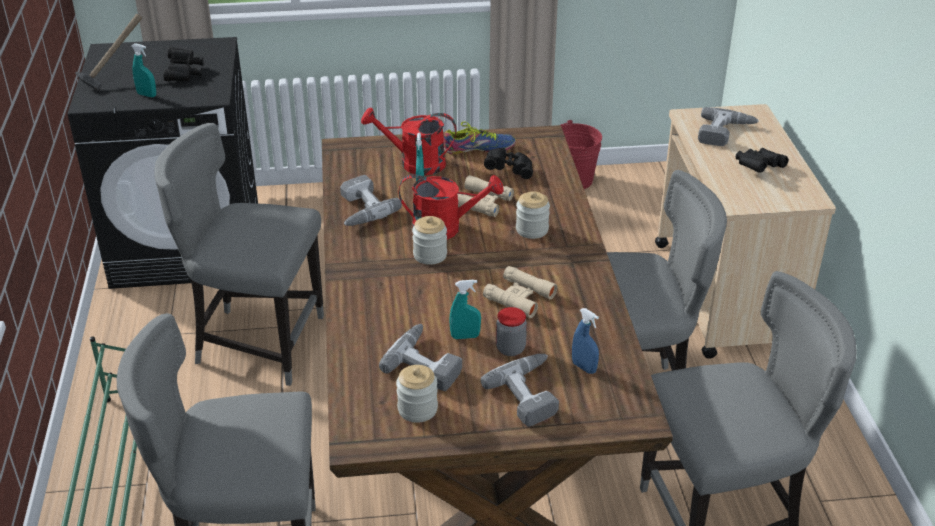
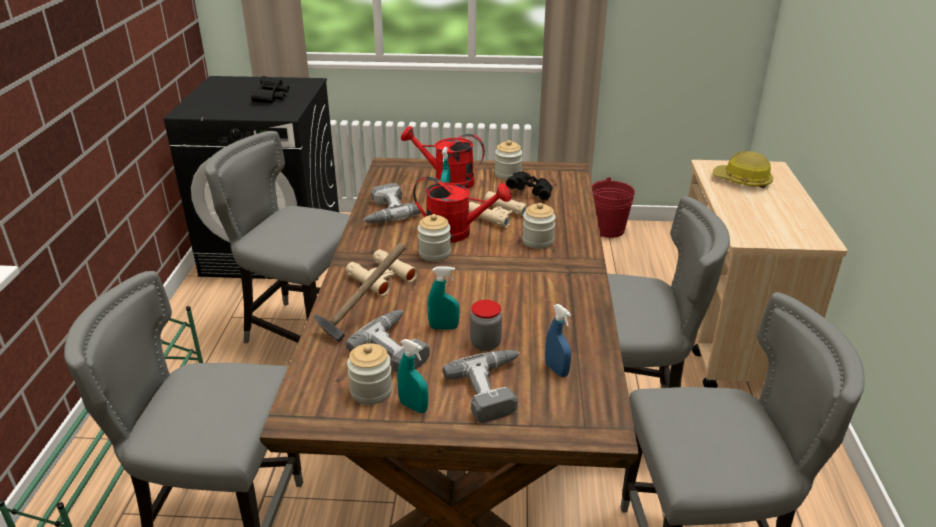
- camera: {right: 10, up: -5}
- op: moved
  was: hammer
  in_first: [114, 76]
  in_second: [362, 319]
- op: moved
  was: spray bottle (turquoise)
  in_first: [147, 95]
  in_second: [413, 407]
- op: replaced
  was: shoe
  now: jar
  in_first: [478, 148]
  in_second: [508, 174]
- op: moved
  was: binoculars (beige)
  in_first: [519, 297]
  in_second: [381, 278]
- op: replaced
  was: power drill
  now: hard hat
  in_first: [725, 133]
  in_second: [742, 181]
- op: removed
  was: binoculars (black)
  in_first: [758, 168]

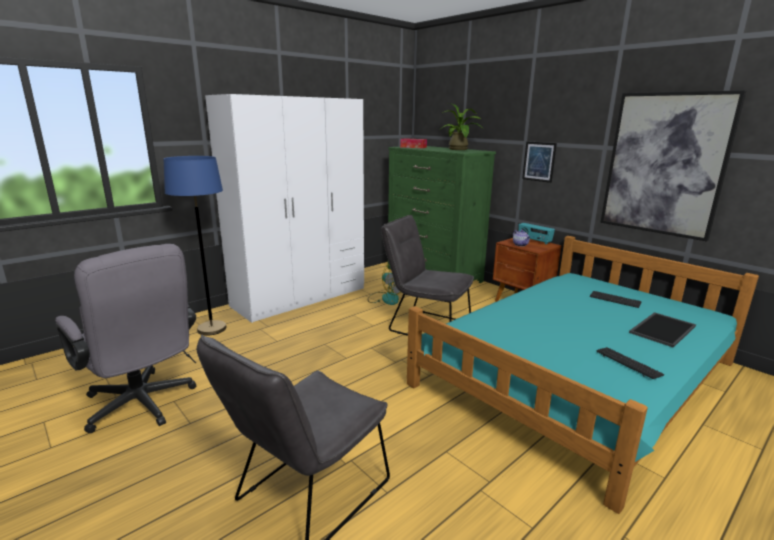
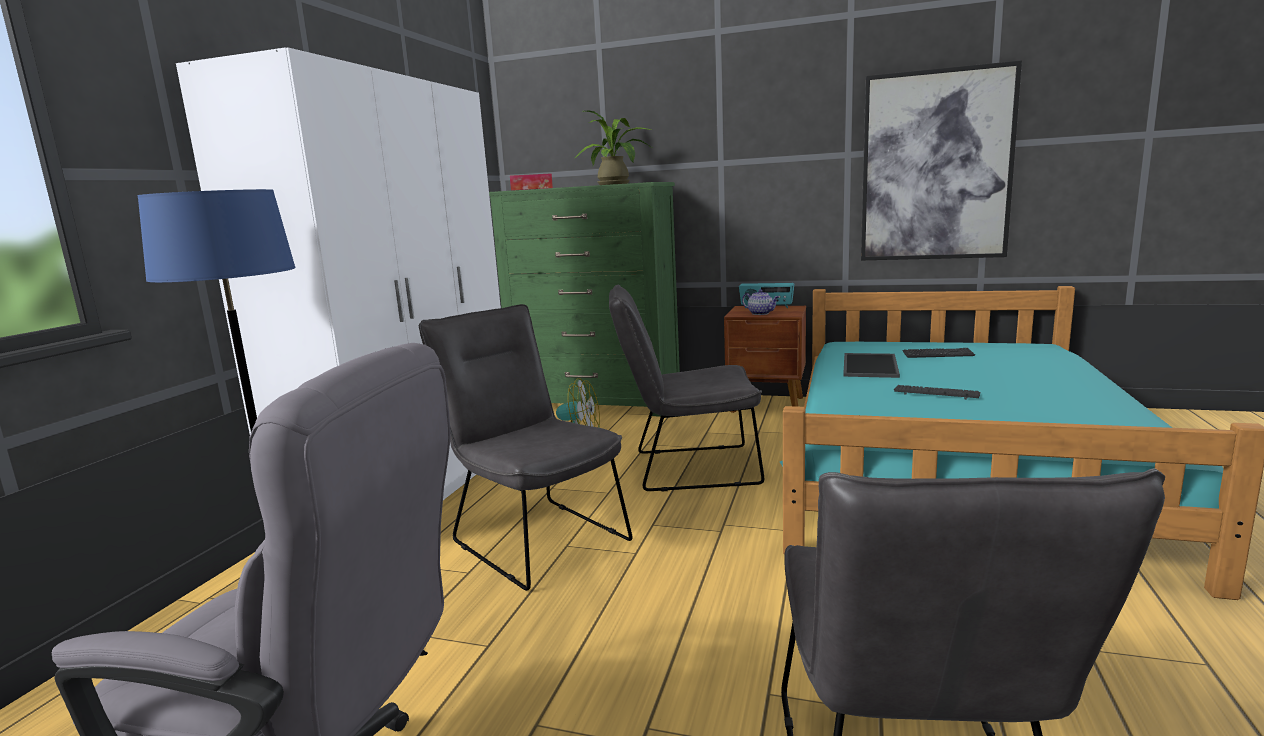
- camera: {right: -30, up: -5}
- op: removed
  was: picture
  in_first: [539, 161]
- op: moved
  was: keyboard
  in_first: [628, 364]
  in_second: [936, 393]
- op: moved
  was: tray
  in_first: [661, 329]
  in_second: [868, 365]
- op: added
  now: chair (grey)
  in_second: [533, 537]

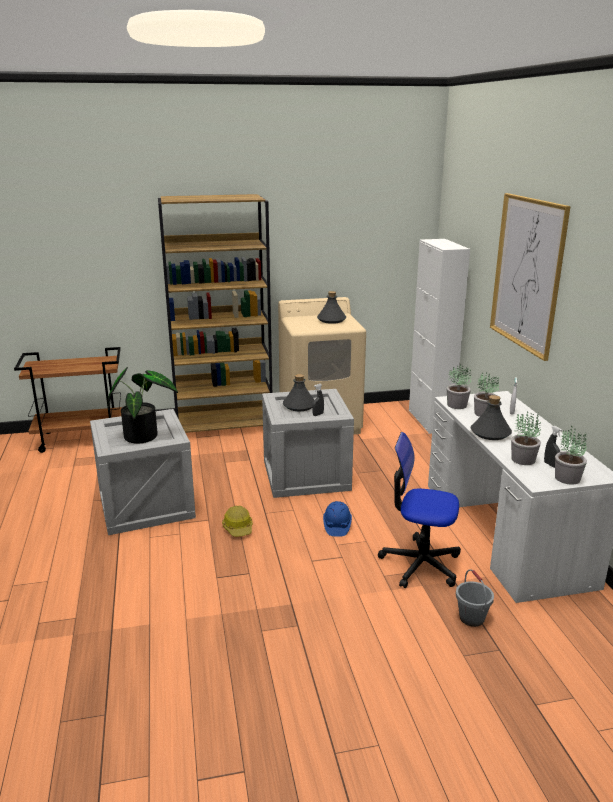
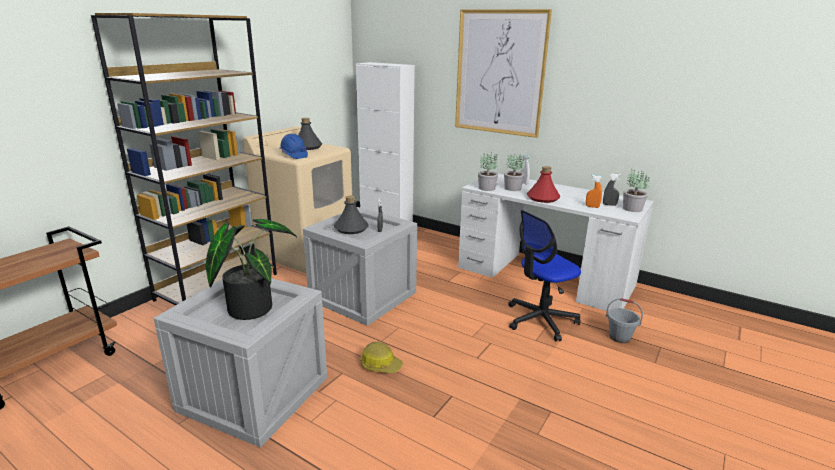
- camera: {right: -45, up: 0}
- op: moved
  was: hard hat (blue)
  in_first: [337, 526]
  in_second: [293, 155]
- op: recoloured
  was: bottle (grey)
  now: bottle (red)
  in_first: [490, 433]
  in_second: [542, 198]
- op: replaced
  was: potted plant
  now: spray bottle (orange)
  in_first: [523, 459]
  in_second: [592, 207]

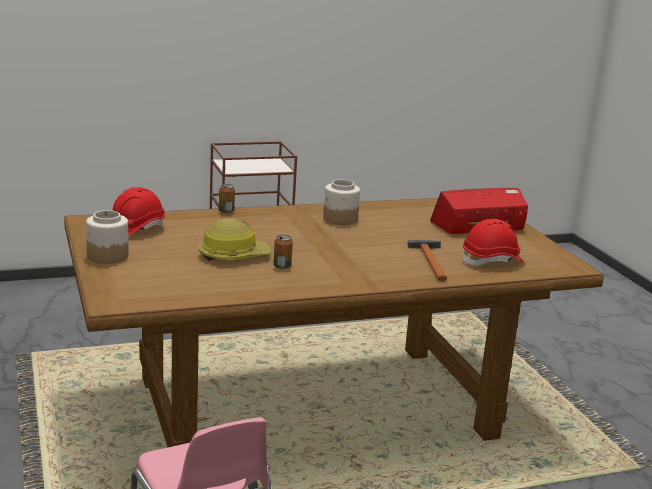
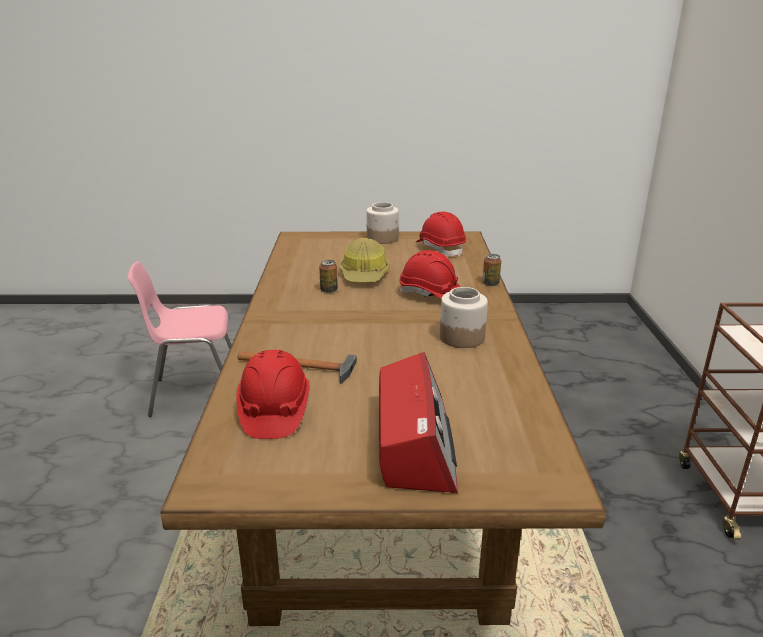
- camera: {right: 110, up: 5}
- op: added
  now: hard hat (red)
  in_second: [431, 295]

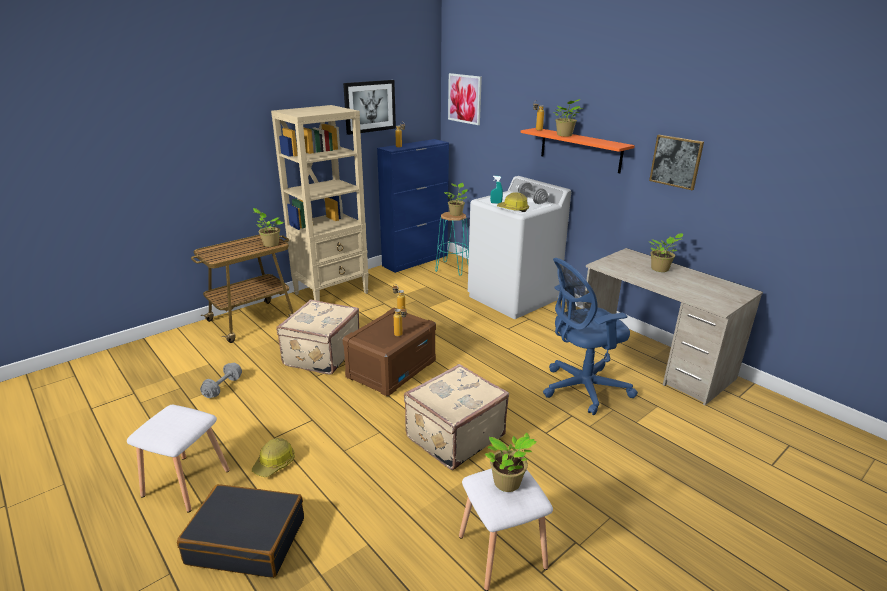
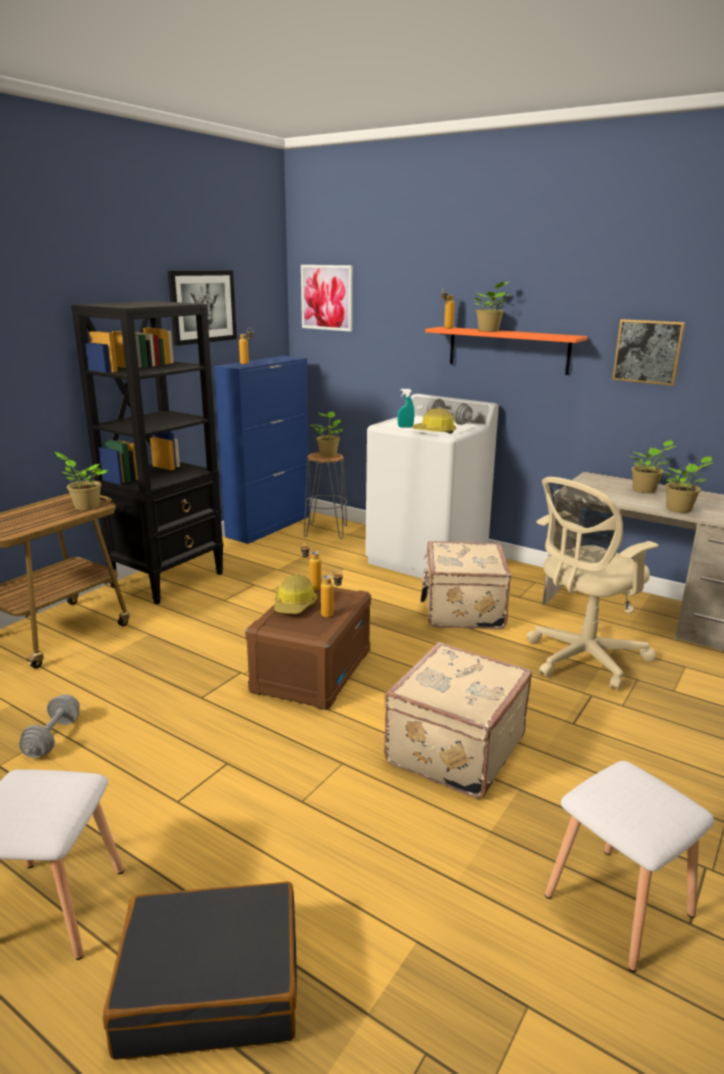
- camera: {right: -15, up: -5}
- op: moved
  was: hard hat
  in_first: [275, 463]
  in_second: [295, 605]
- op: recoloured
  was: bookcase (beige)
  now: bookcase (black)
  in_first: [332, 293]
  in_second: [169, 579]
- op: moved
  was: suitcase (beige)
  in_first: [321, 355]
  in_second: [461, 610]
- op: recoloured
  was: stool (turquoise)
  now: stool (grey)
  in_first: [452, 268]
  in_second: [326, 531]
- op: moved
  was: potted plant
  in_first: [508, 484]
  in_second: [680, 510]
- op: recoloured
  was: office chair (blue)
  now: office chair (beige)
  in_first: [581, 389]
  in_second: [581, 659]

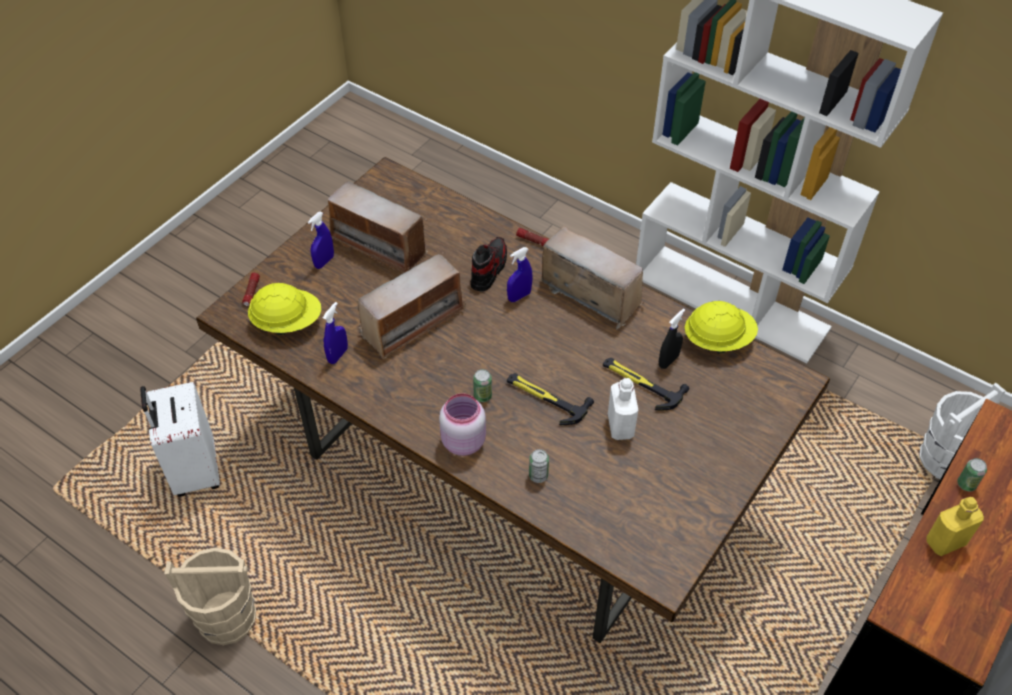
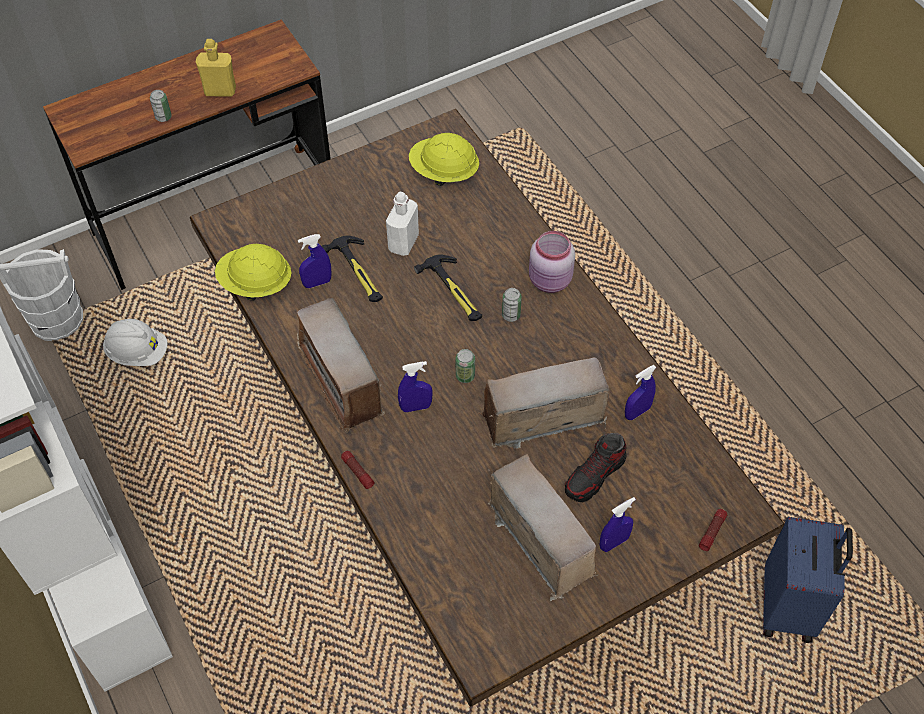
- camera: {right: -155, up: 5}
- op: recoloured
  was: suitcase (white)
  now: suitcase (blue)
  in_first: [194, 471]
  in_second: [789, 607]
- op: removed
  was: bucket (beige)
  in_first: [226, 617]
- op: moved
  was: hard hat (yellow)
  in_first: [287, 322]
  in_second: [443, 173]
- op: moved
  was: shoe
  in_first: [488, 269]
  in_second: [595, 475]
- op: moved
  was: can
  in_first: [538, 476]
  in_second: [465, 376]
- op: recoloured
  was: spray bottle (black)
  now: spray bottle (blue)
  in_first: [668, 361]
  in_second: [317, 283]
- op: added
  now: hard hat (white)
  in_second: [138, 353]

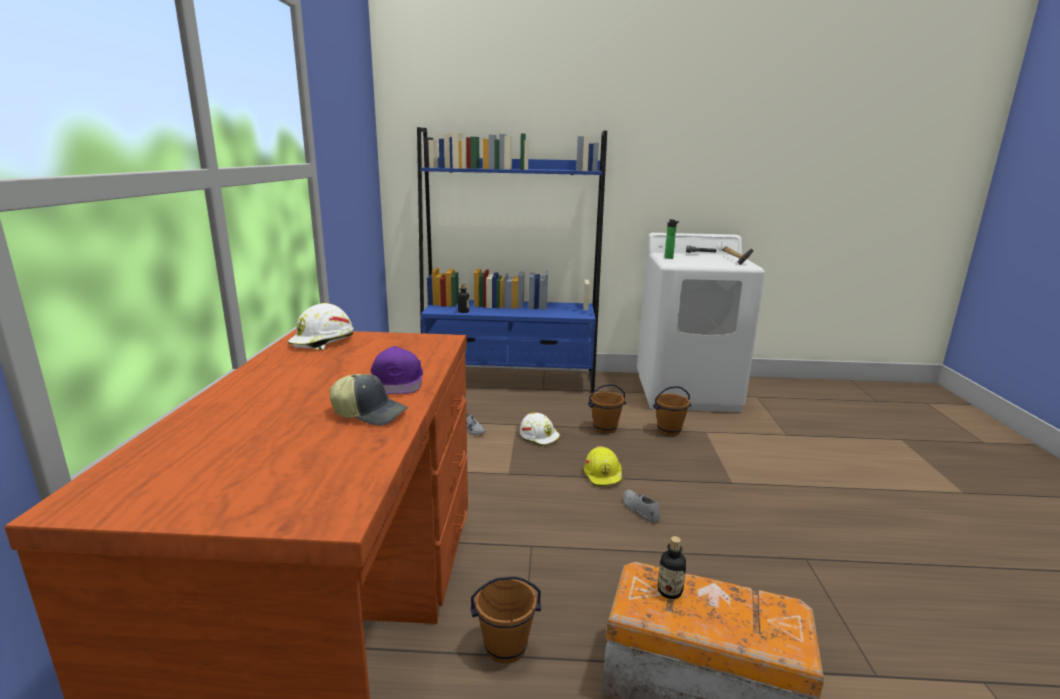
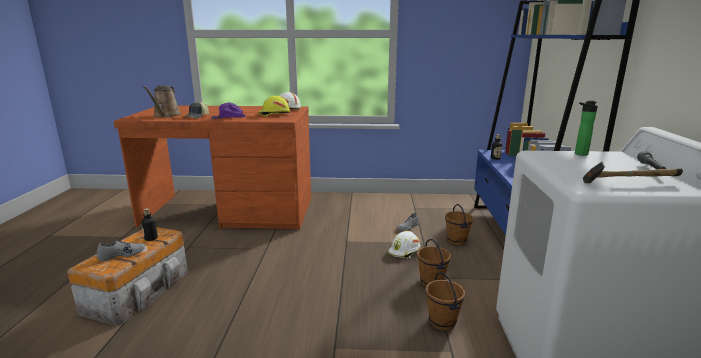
- camera: {right: 90, up: 0}
- op: moved
  was: bucket (brown)
  in_first: [505, 646]
  in_second: [457, 241]
- op: moved
  was: hard hat (yellow)
  in_first: [603, 475]
  in_second: [274, 114]
- op: moved
  was: shoe (grey)
  in_first: [640, 509]
  in_second: [122, 254]
- op: added
  now: watering can (brown)
  in_second: [166, 115]

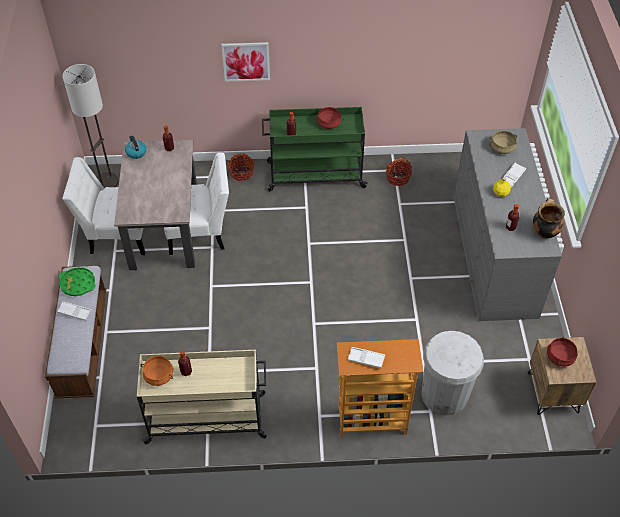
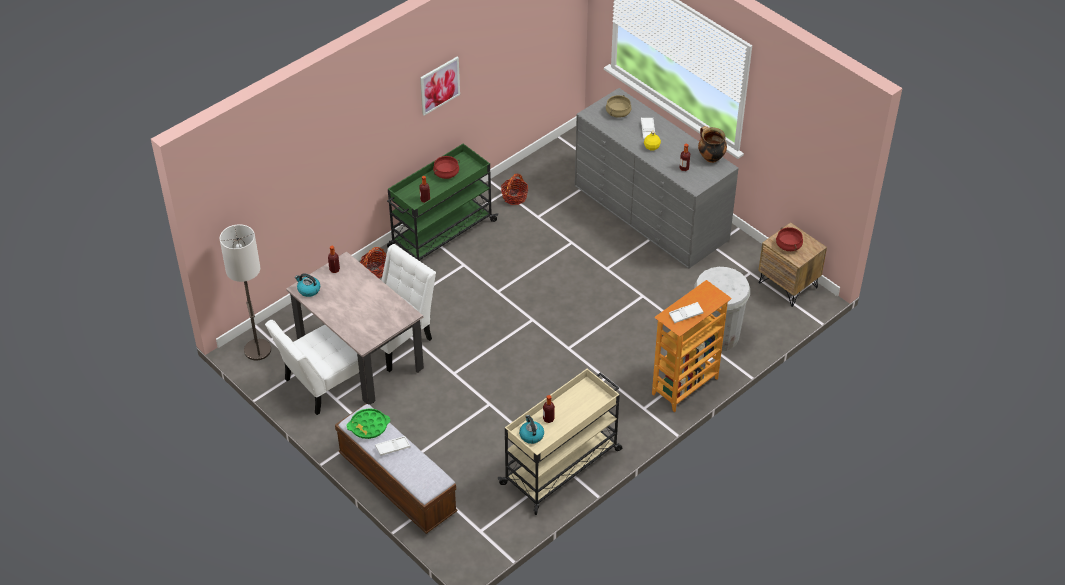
- camera: {right: -40, up: -5}
- op: replaced
  was: cooking pot (orange)
  now: kettle
  in_first: [158, 376]
  in_second: [531, 435]
- op: moved
  was: picture
  in_first: [246, 61]
  in_second: [439, 85]

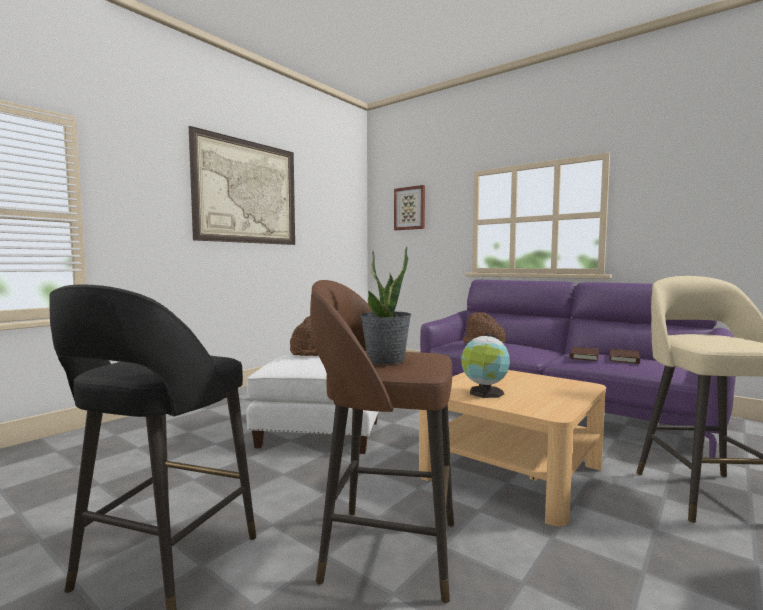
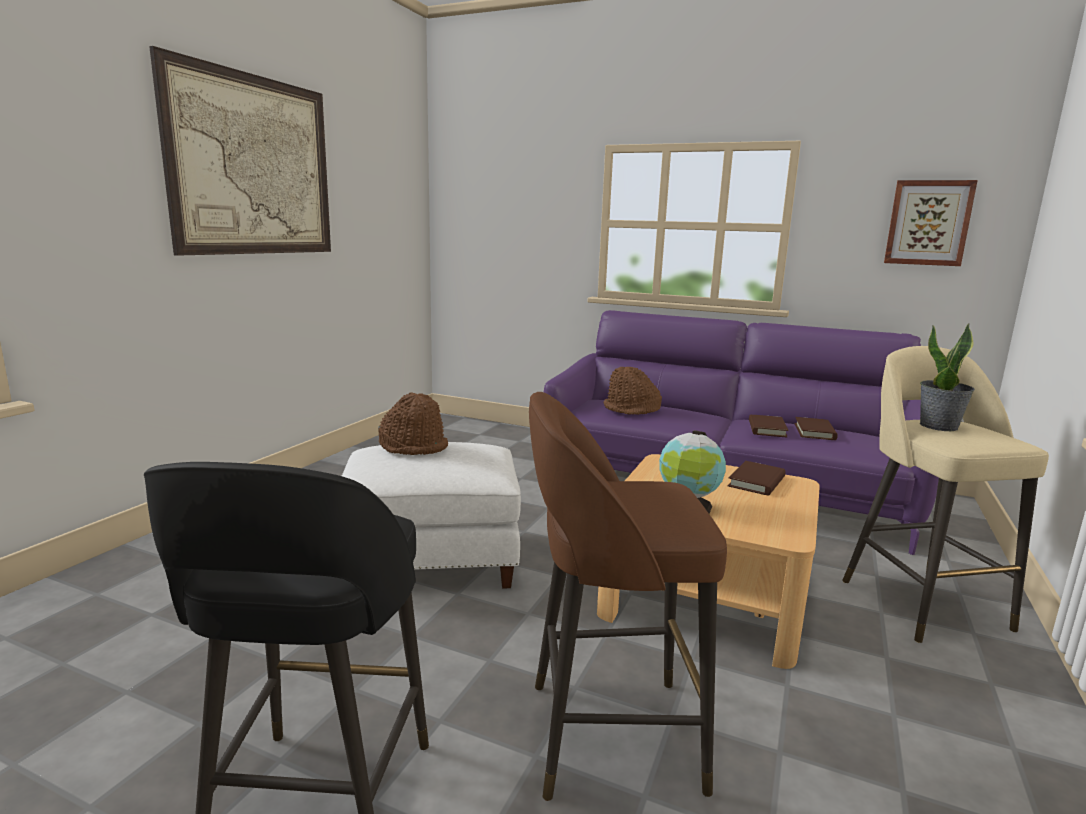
- camera: {right: -15, up: 10}
- op: moved
  was: potted plant
  in_first: [386, 360]
  in_second: [939, 426]
- op: moved
  was: picture
  in_first: [410, 208]
  in_second: [928, 223]
- op: added
  now: book (brown)
  in_second: [756, 482]

